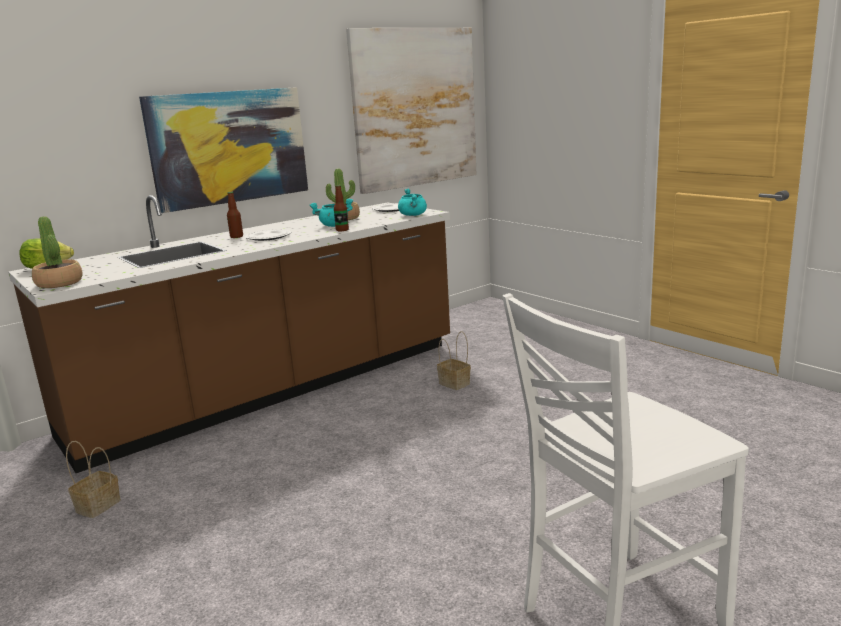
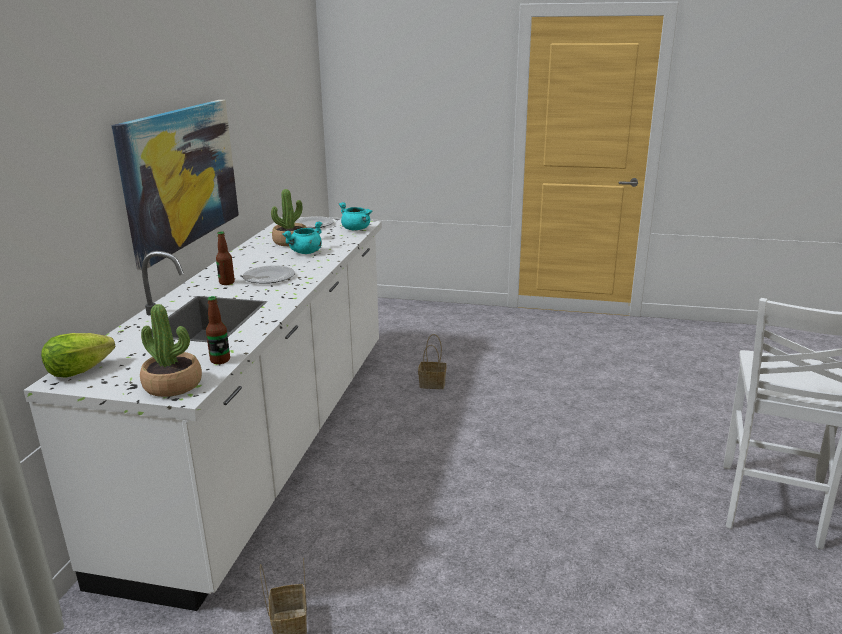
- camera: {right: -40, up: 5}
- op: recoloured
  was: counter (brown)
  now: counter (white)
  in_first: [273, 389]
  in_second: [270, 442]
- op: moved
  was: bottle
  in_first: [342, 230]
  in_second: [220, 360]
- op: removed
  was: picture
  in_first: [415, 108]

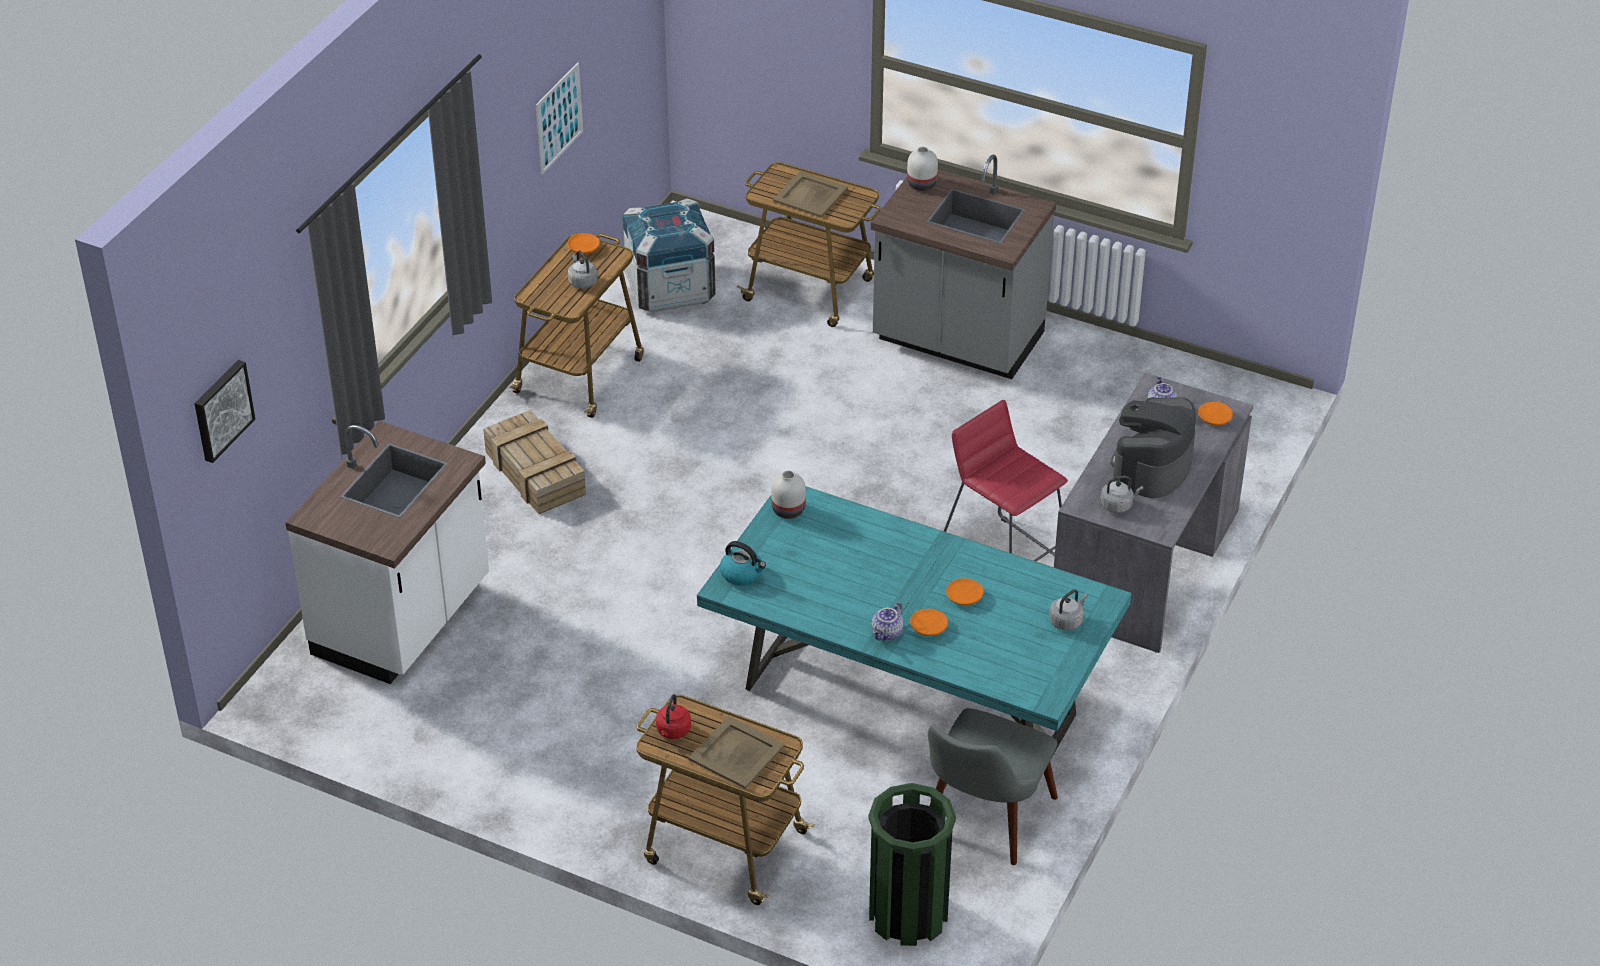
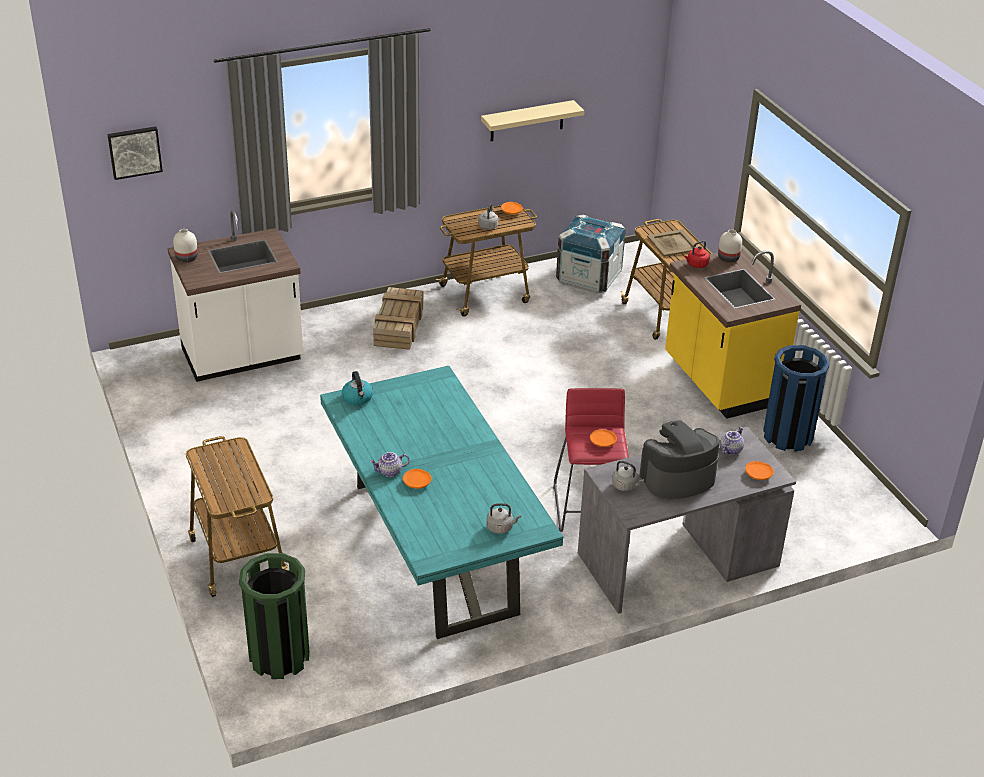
- camera: {right: 40, up: -5}
- op: replaced
  was: picture
  now: shelf (beige)
  in_first: [559, 118]
  in_second: [527, 121]
- op: moved
  was: kettle (red)
  in_first: [672, 731]
  in_second: [696, 265]
- op: removed
  was: tray (beige)
  in_first: [735, 753]
- op: moved
  was: vase (white)
  in_first: [788, 510]
  in_second: [186, 258]
- op: recoloured
  was: counter (grey)
  now: counter (yellow)
  in_first: [957, 341]
  in_second: [719, 382]
- op: removed
  was: chair (grey)
  in_first: [981, 825]
- op: moved
  was: plate (orange)
  in_first: [963, 596]
  in_second: [602, 441]
- op: added
  now: trash can (blue)
  in_second: [788, 435]

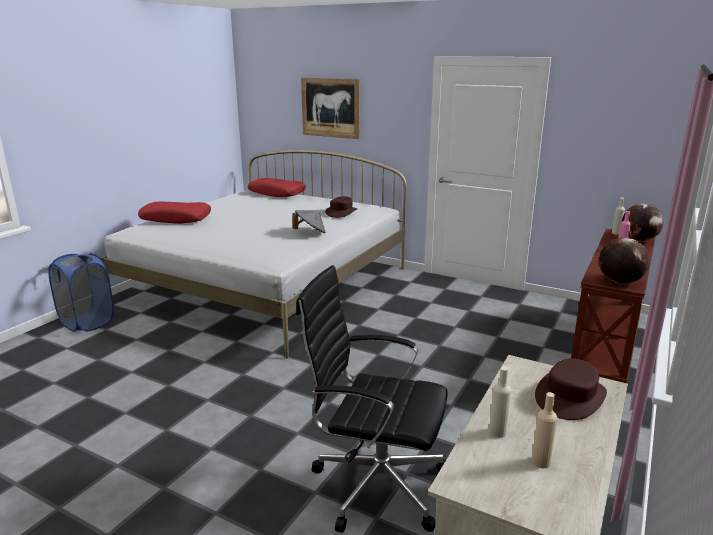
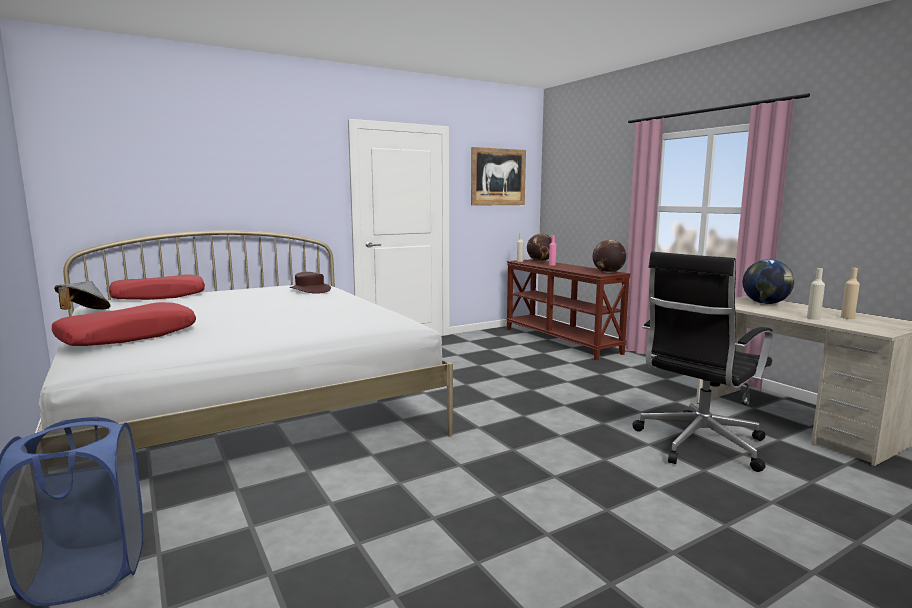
- camera: {right: -60, up: -10}
- op: moved
  was: hat (grey)
  in_first: [310, 232]
  in_second: [84, 313]
- op: moved
  was: picture
  in_first: [330, 107]
  in_second: [498, 177]
- op: replaced
  was: hat (brown)
  now: globe
  in_first: [570, 396]
  in_second: [765, 303]

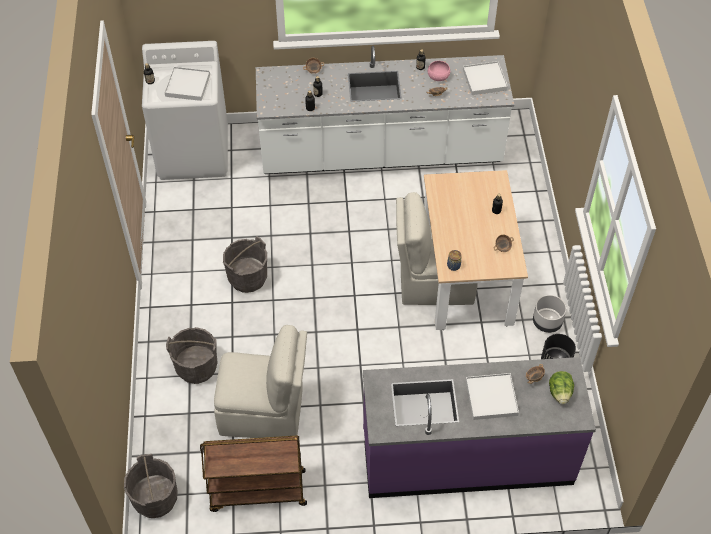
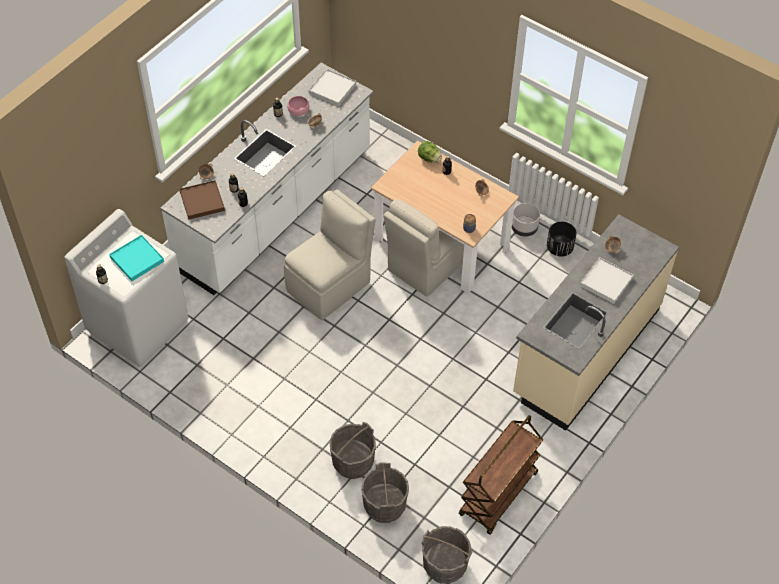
- camera: {right: -50, up: 0}
- op: recoloured
  was: tray (white)
  now: tray (turquoise)
  in_first: [188, 85]
  in_second: [137, 259]
- op: moved
  was: chair (beige)
  in_first: [264, 412]
  in_second: [330, 285]
- op: moved
  was: bucket (grey)
  in_first: [247, 277]
  in_second: [384, 505]
- op: recoloured
  was: counter (purple)
  now: counter (beige)
  in_first: [466, 457]
  in_second: [585, 351]
- op: moved
  was: lettuce
  in_first: [560, 393]
  in_second: [429, 158]
- op: added
  now: tray (brown)
  in_second: [202, 201]

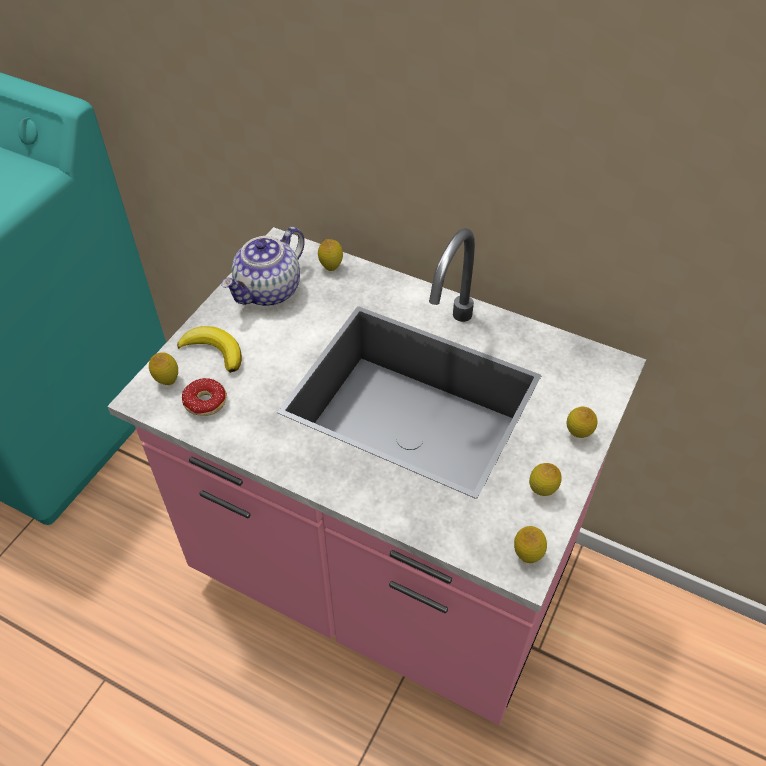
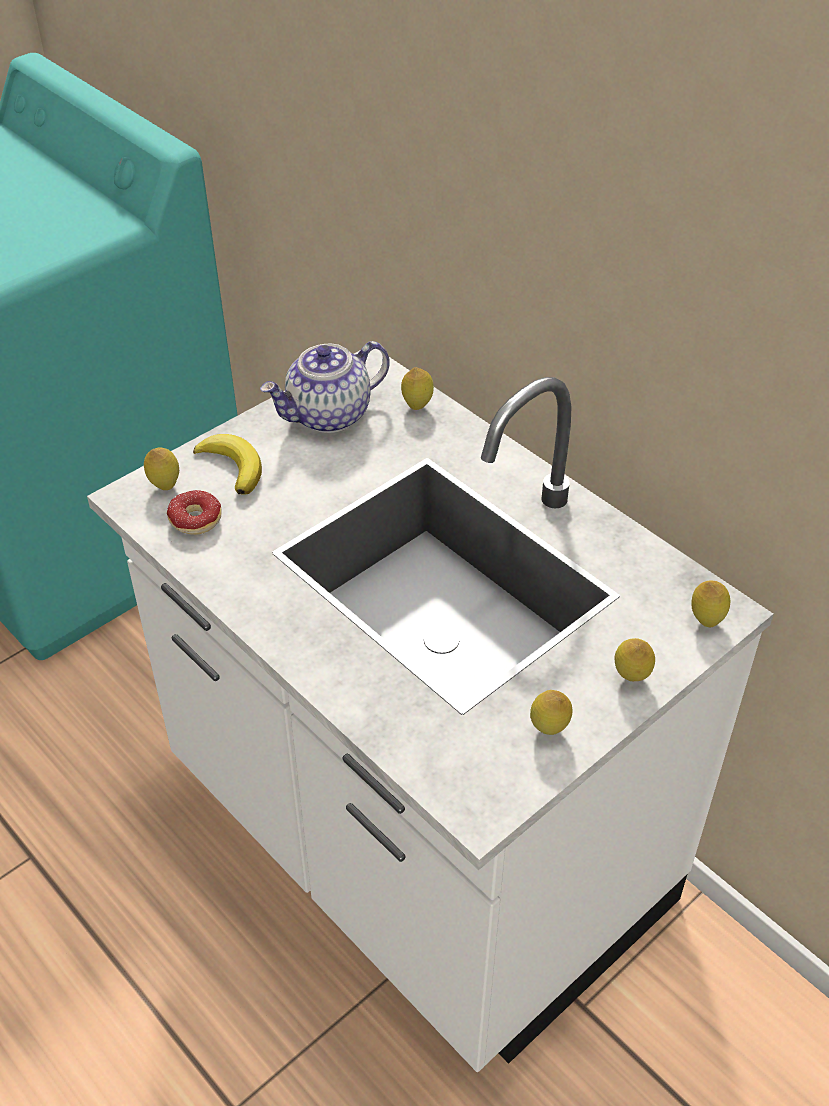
- camera: {right: 20, up: -5}
- op: recoloured
  was: counter (pink)
  now: counter (white)
  in_first: [383, 573]
  in_second: [414, 842]
- op: moved
  was: lemon
  in_first: [527, 555]
  in_second: [706, 620]

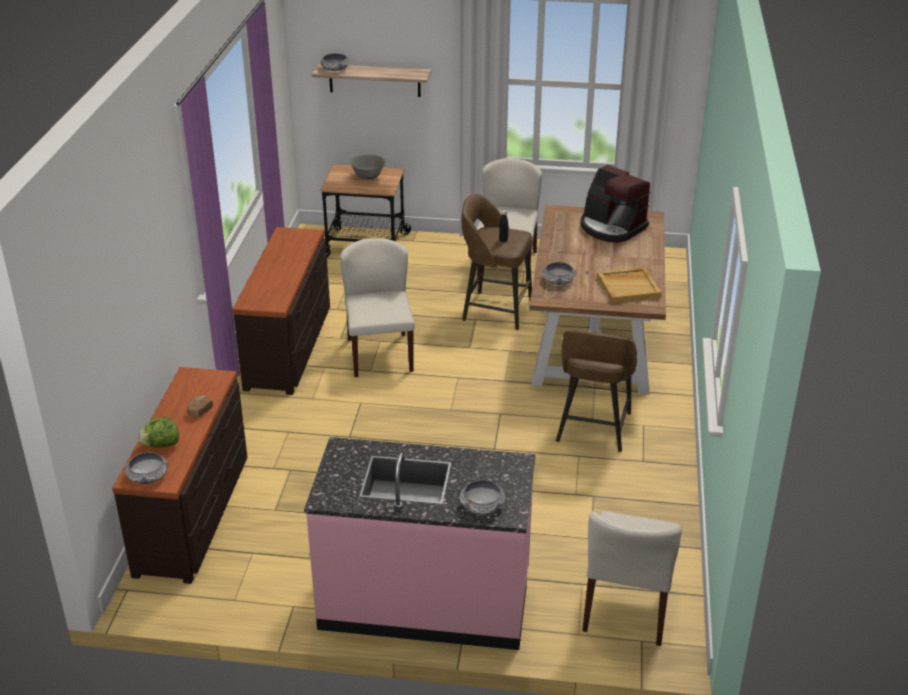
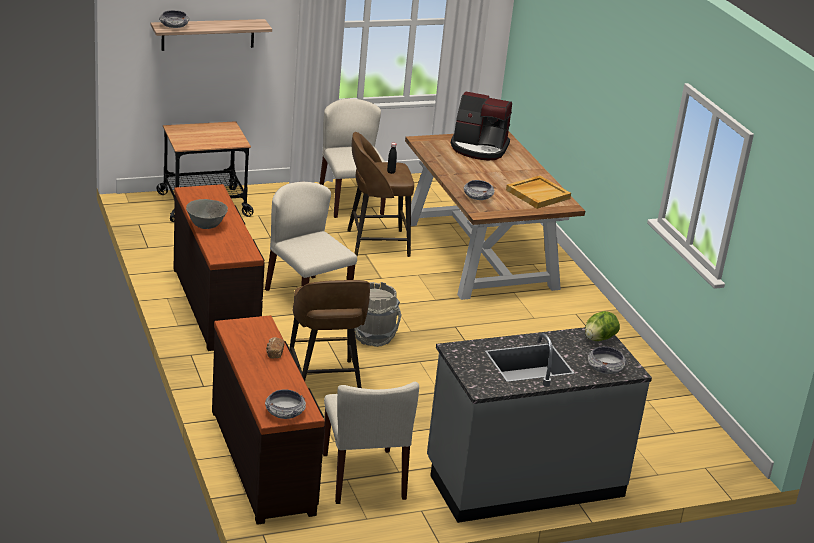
- camera: {right: -30, up: -5}
- op: moved
  was: lettuce
  in_first: [161, 445]
  in_second: [599, 339]
- op: recoloured
  was: counter (pink)
  now: counter (grey)
  in_first: [425, 601]
  in_second: [523, 480]
- op: moved
  was: bowl (grey)
  in_first: [368, 177]
  in_second: [206, 225]
- op: moved
  was: stool (brown)
  in_first: [593, 429]
  in_second: [324, 381]
- op: moved
  was: chair (beige)
  in_first: [628, 607]
  in_second: [364, 476]
- op: added
  now: bucket (grey)
  in_second: [373, 337]

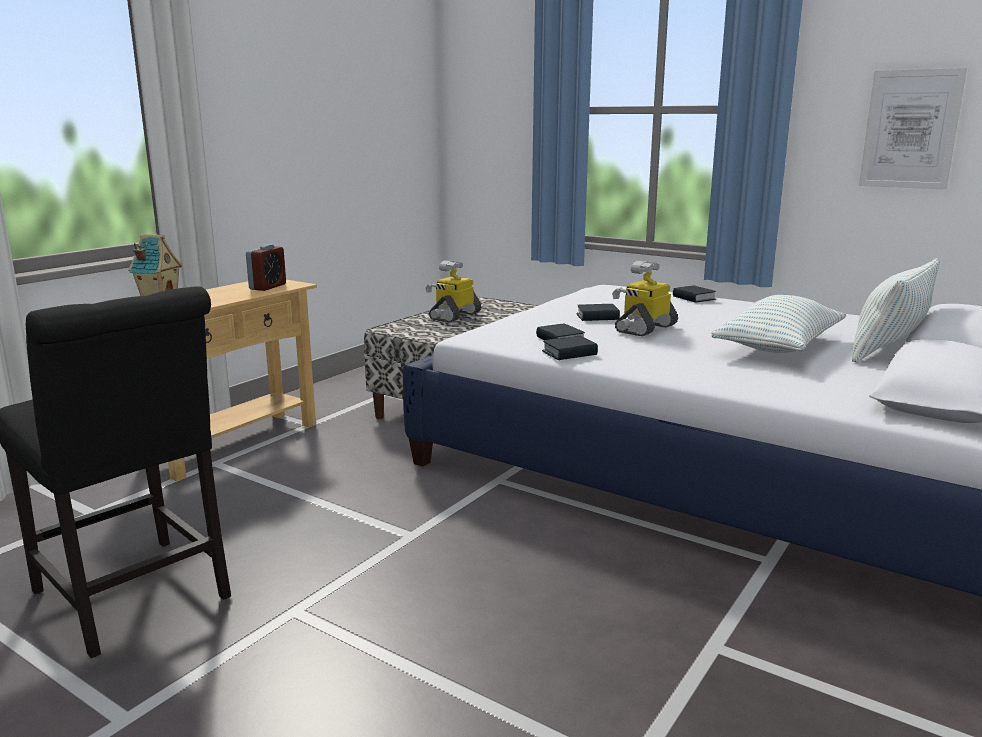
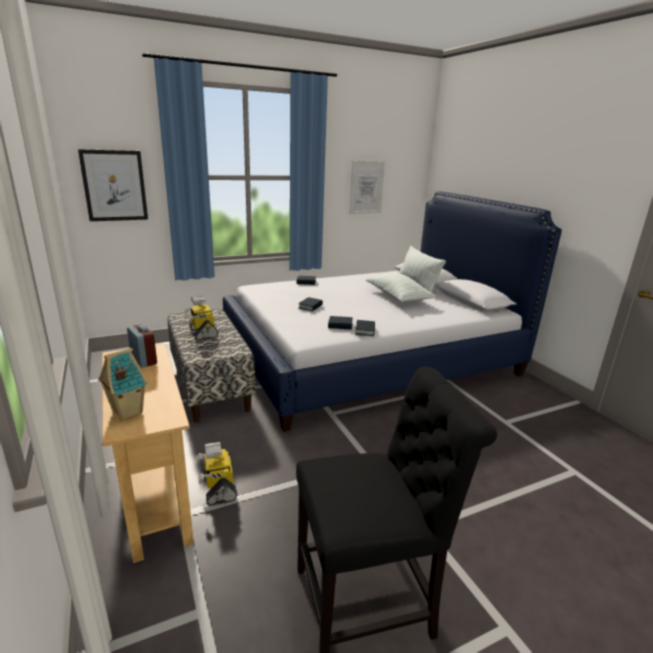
- camera: {right: -60, up: 5}
- op: moved
  was: toy robot
  in_first: [645, 328]
  in_second: [219, 487]
- op: added
  now: picture
  in_second: [114, 186]

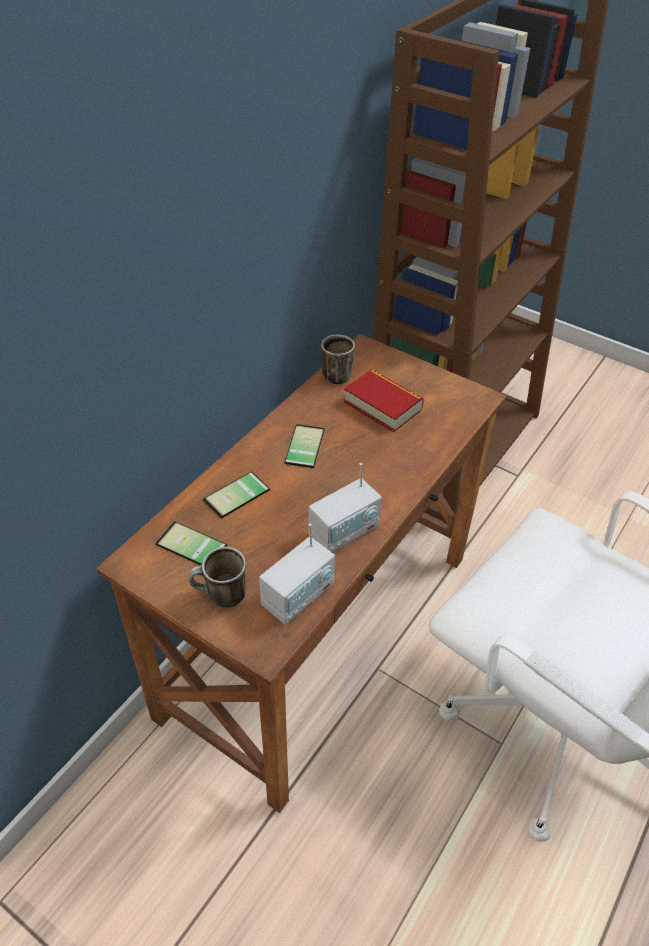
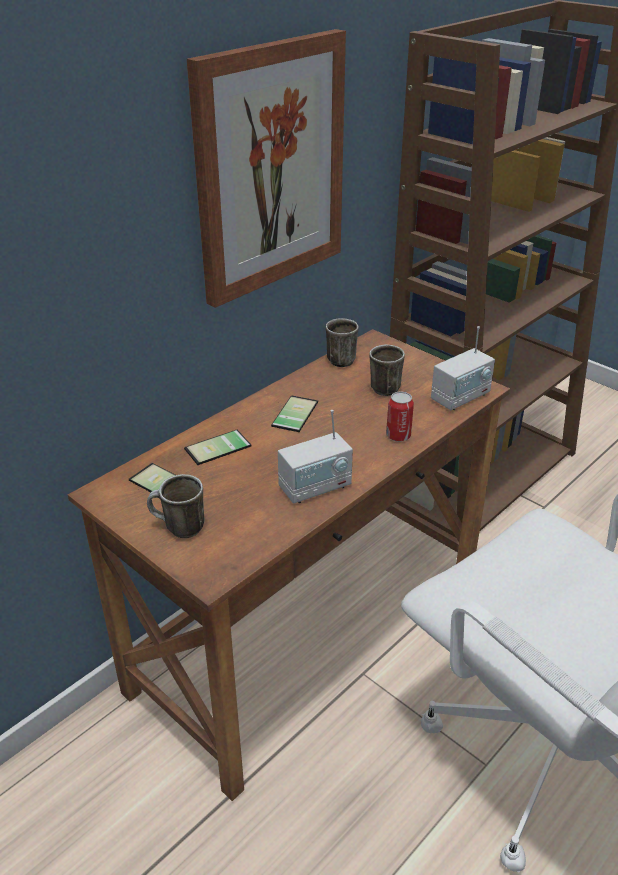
- camera: {right: 10, up: -10}
- op: moved
  was: radio
  in_first: [298, 596]
  in_second: [461, 397]
- op: replaced
  was: book
  now: mug
  in_first: [382, 405]
  in_second: [381, 387]
- op: added
  now: picture
  in_second: [270, 168]
- op: added
  now: can
  in_second: [398, 436]

